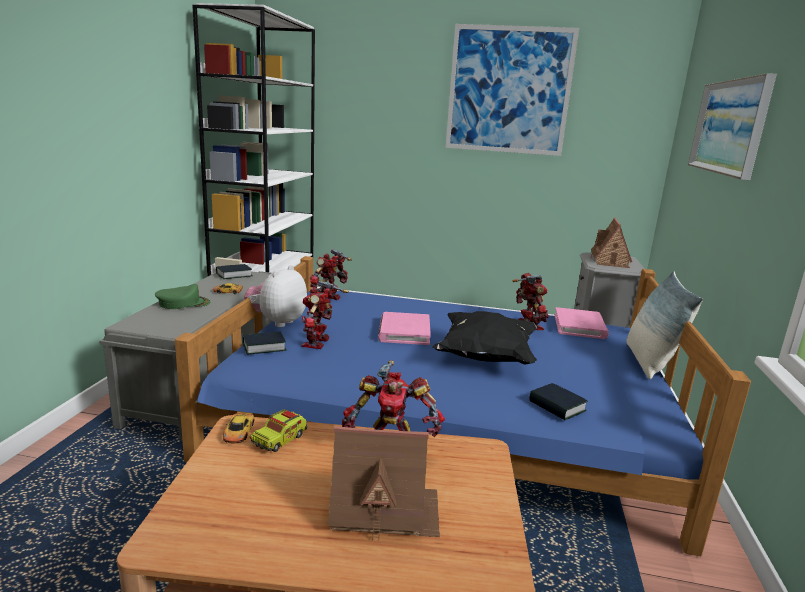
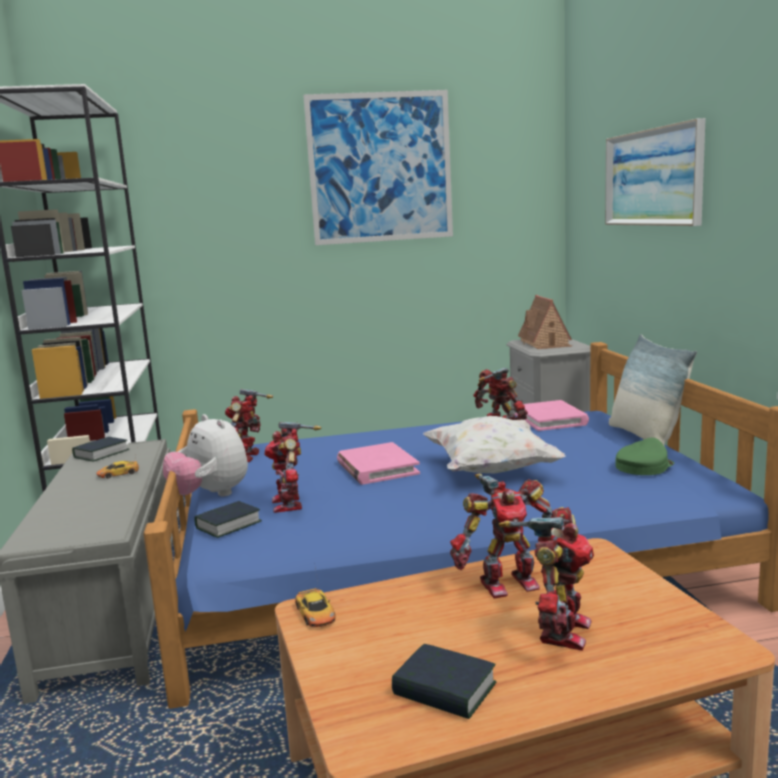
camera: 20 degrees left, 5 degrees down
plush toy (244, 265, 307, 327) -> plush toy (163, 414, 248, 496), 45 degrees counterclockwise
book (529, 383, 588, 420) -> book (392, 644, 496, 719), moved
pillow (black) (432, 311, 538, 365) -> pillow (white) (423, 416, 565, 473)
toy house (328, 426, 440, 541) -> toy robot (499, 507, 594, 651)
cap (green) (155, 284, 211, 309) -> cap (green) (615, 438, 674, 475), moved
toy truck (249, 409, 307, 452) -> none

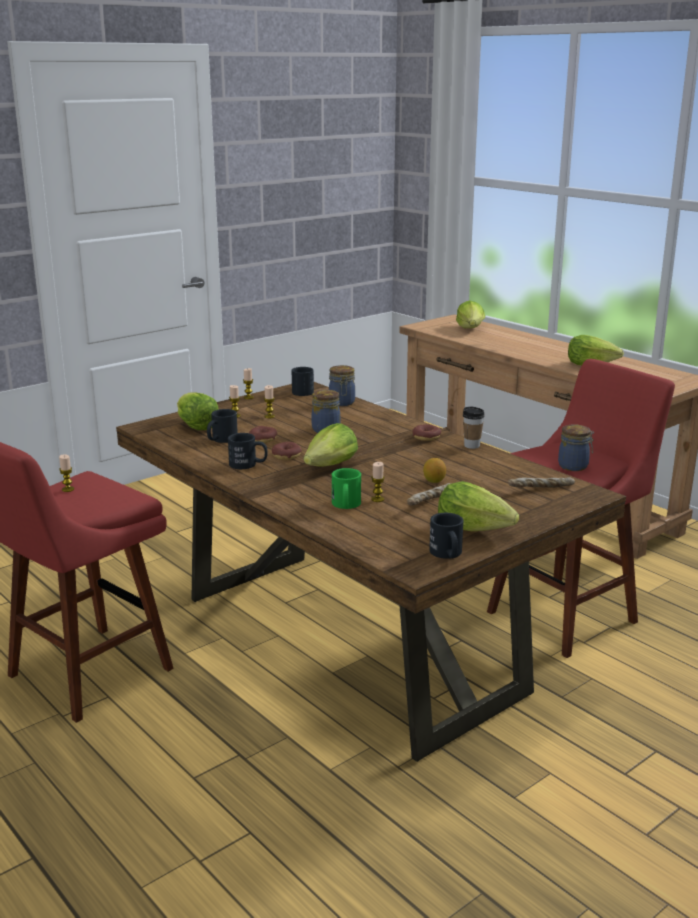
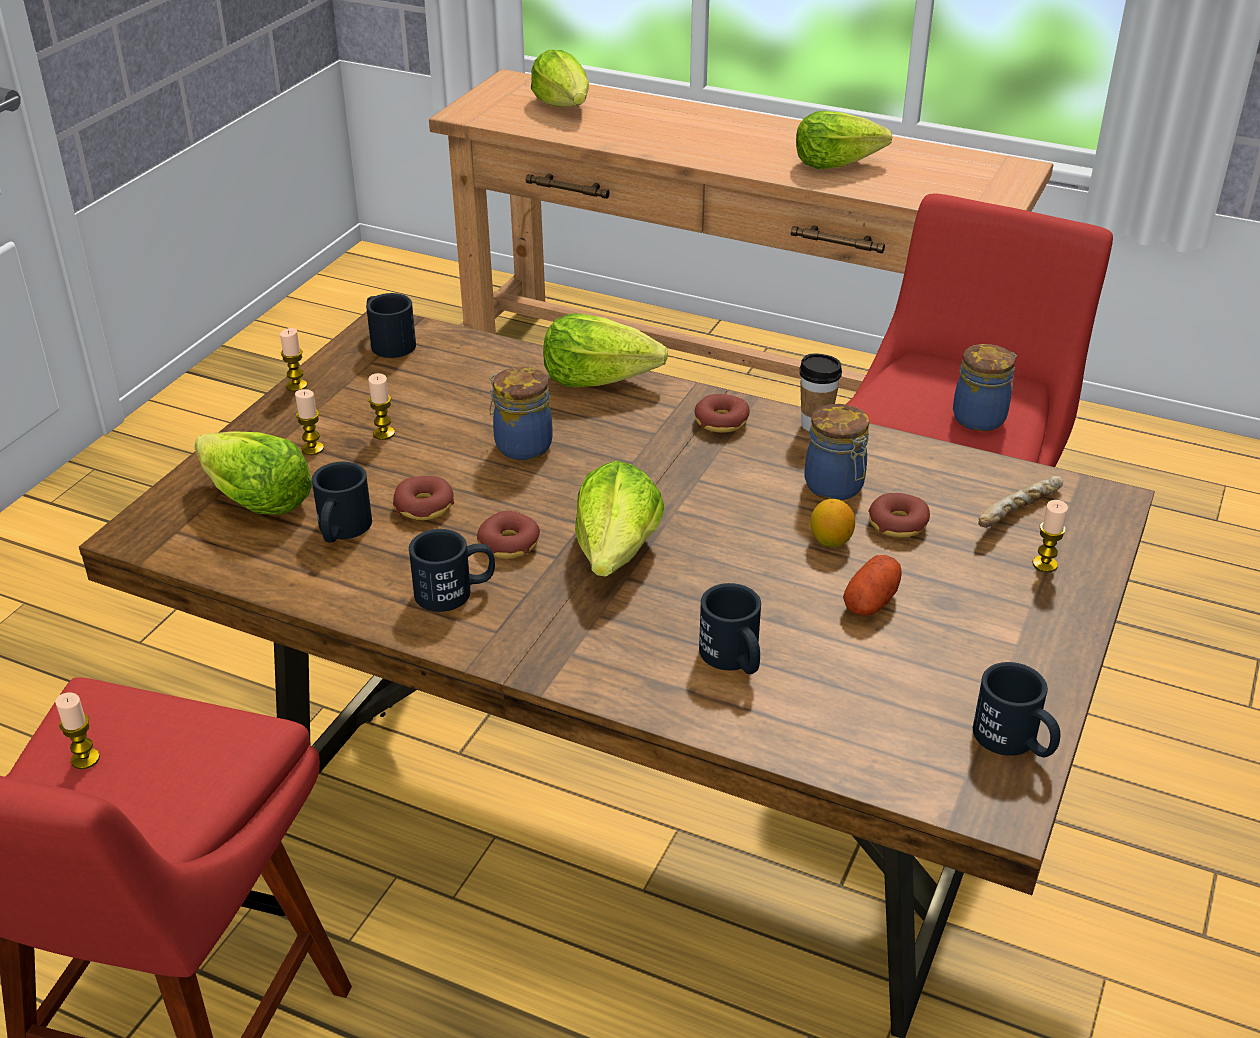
camera: 25 degrees left, 15 degrees up
lettuce (438, 481, 519, 531) -> lettuce (543, 313, 668, 387), moved
mug (green) (332, 468, 361, 509) -> mug (black) (699, 583, 761, 674)
jar (329, 365, 355, 406) -> jar (804, 404, 869, 500), moved
bread (407, 483, 451, 505) -> potato (843, 555, 902, 616)
none -> donut (869, 493, 930, 538)
candle (371, 462, 385, 502) -> candle (1033, 500, 1068, 572), moved

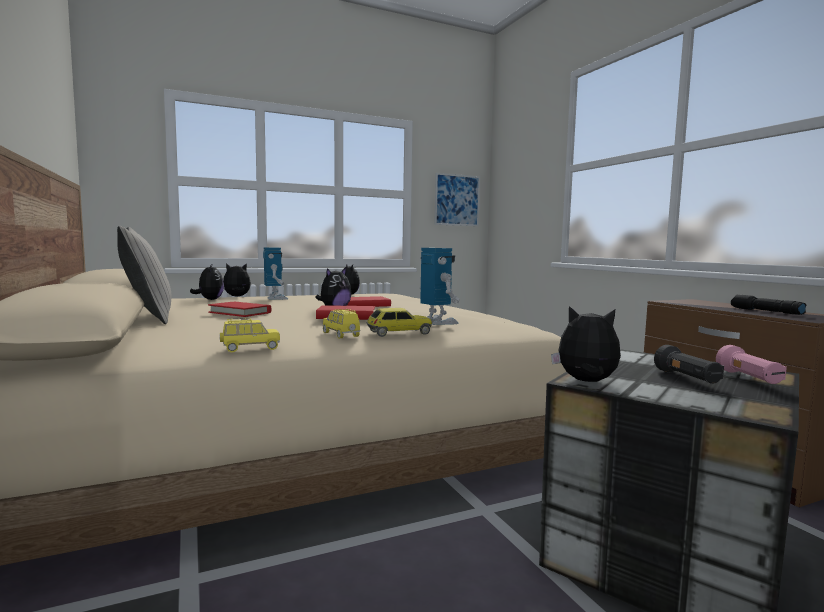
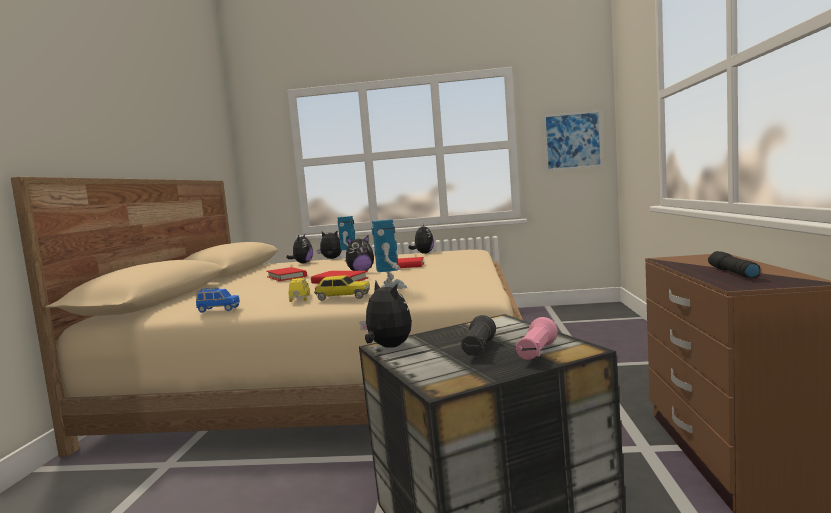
camera: 30 degrees right, 0 degrees up
toy car (yellow) (220, 318, 280, 352) -> toy car (blue) (196, 288, 240, 313)
pillow (beige) (117, 226, 171, 324) -> none

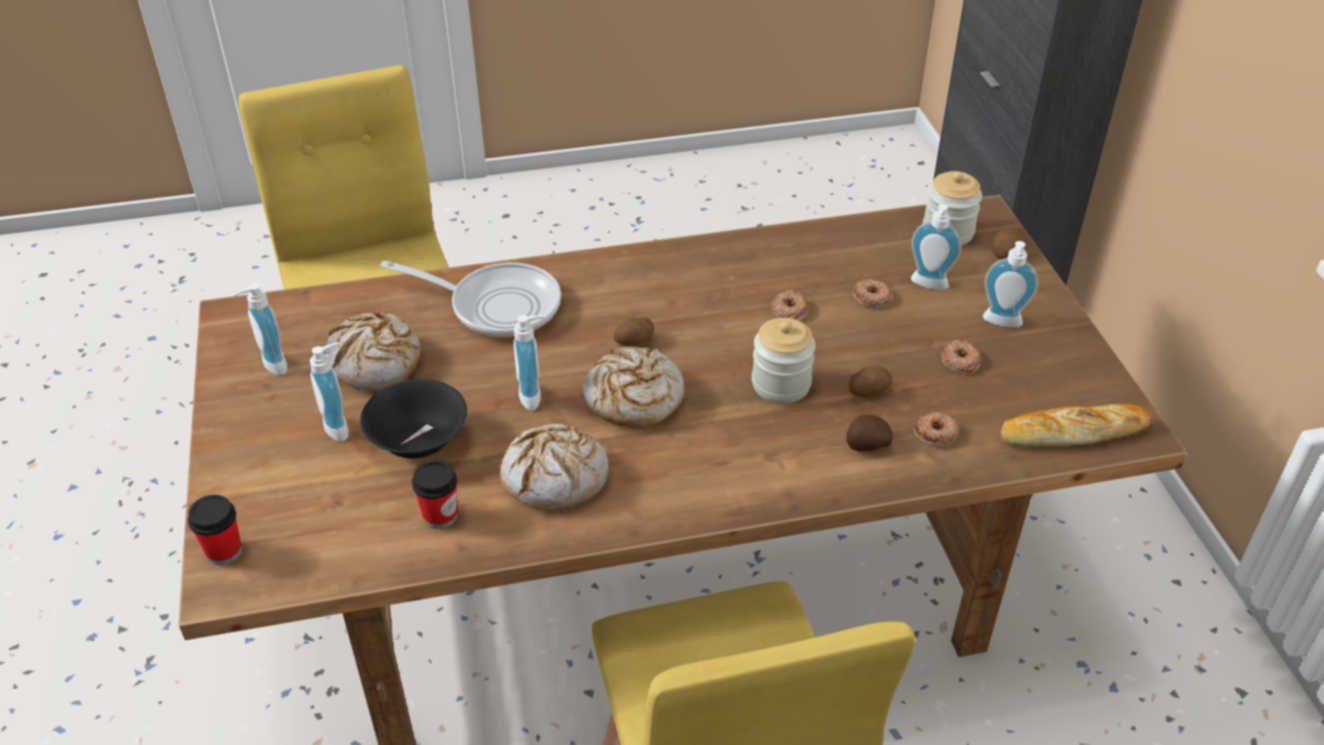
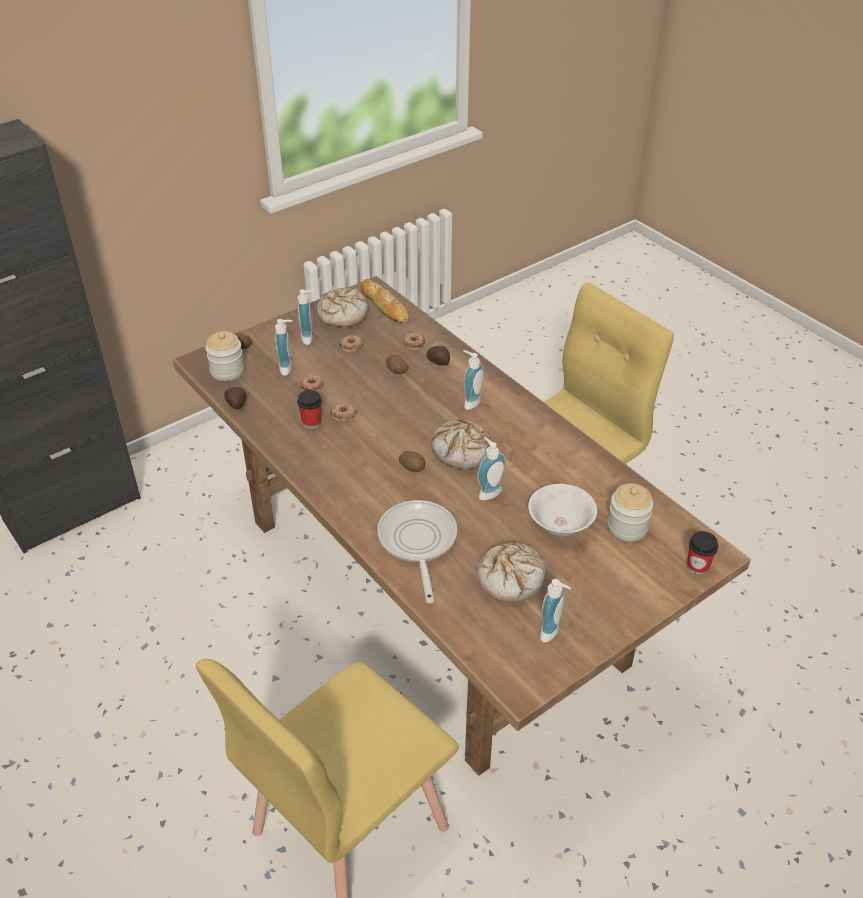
camera: 115 degrees left, 0 degrees up
none -> potato (224, 387, 246, 409)
cup (412, 460, 457, 529) -> cup (297, 390, 322, 429), moved
bread (500, 424, 609, 511) -> bread (317, 288, 368, 327), moved
soap dispenser (310, 342, 348, 442) -> soap dispenser (463, 350, 483, 410), moved
bowl (black) (360, 379, 467, 458) -> bowl (white) (528, 484, 597, 536)
jar (752, 318, 816, 403) -> jar (607, 483, 653, 542), moved

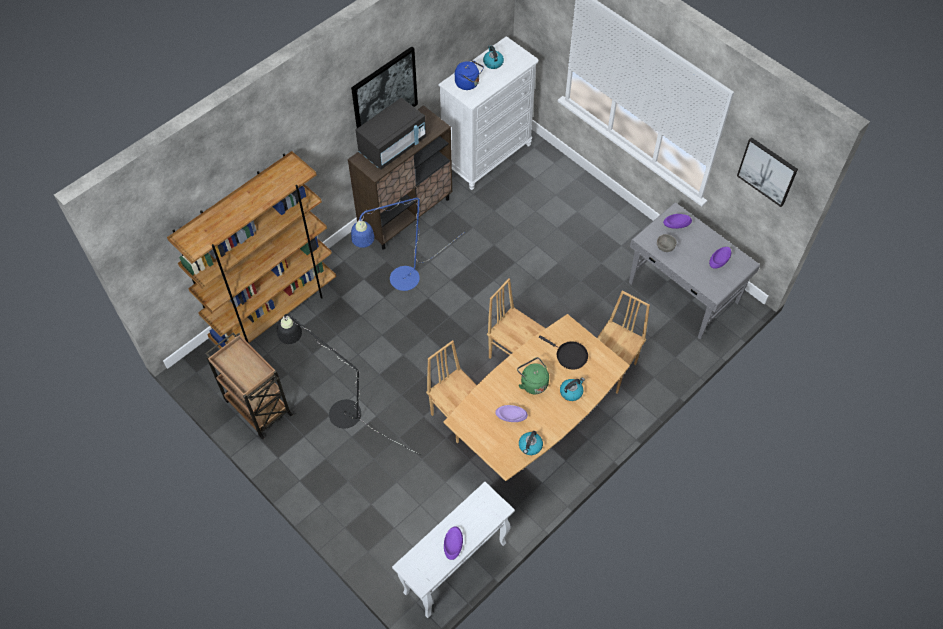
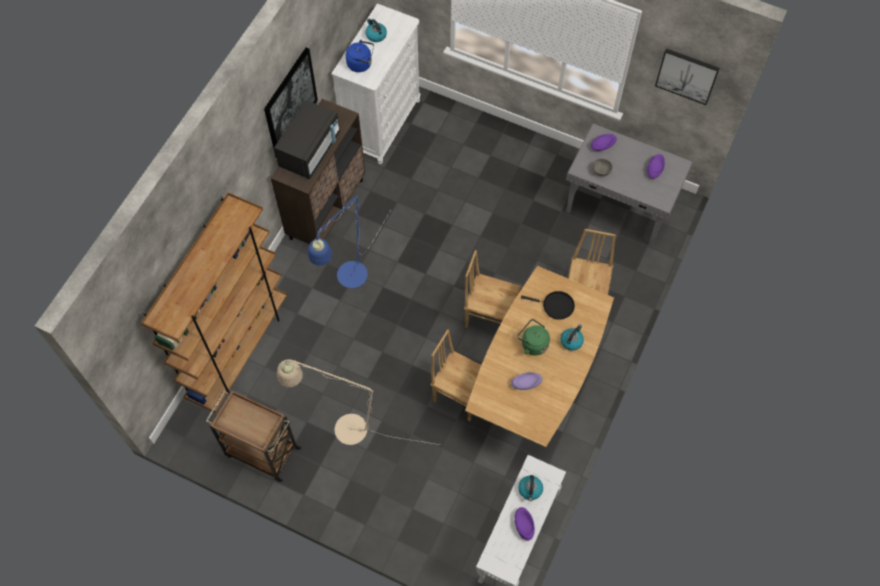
camera: 20 degrees left, 5 degrees up
floor lamp (black) (277, 314, 420, 455) -> floor lamp (beige) (277, 359, 440, 445)
kettle (519, 431, 543, 455) -> kettle (518, 475, 543, 501), moved

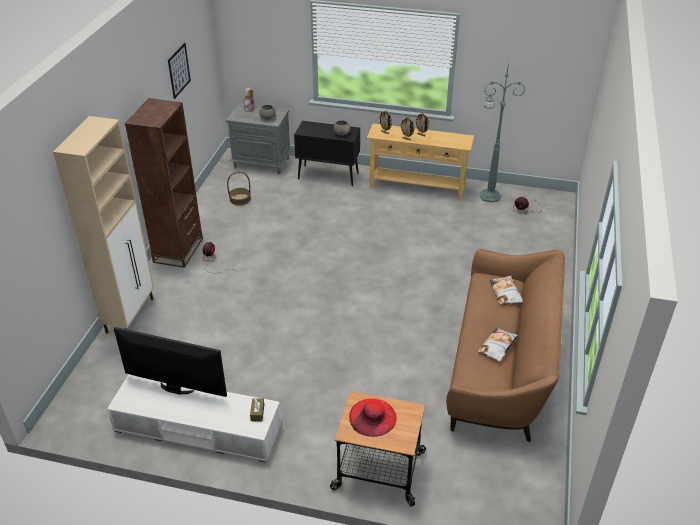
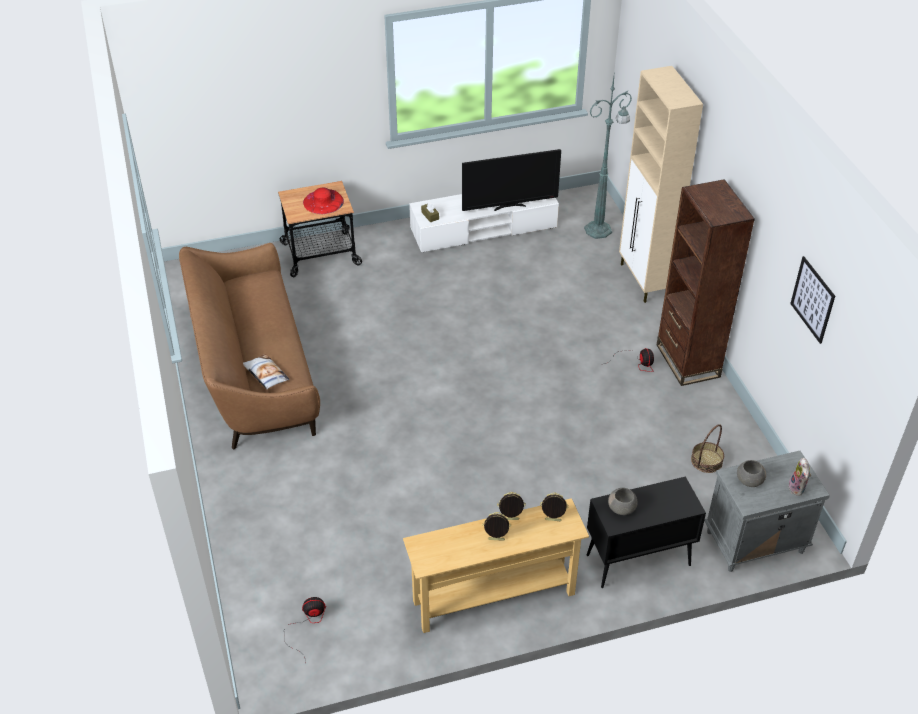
camera: 150 degrees right, 5 degrees up
floor lamp (green) (479, 62, 525, 203) -> floor lamp (green) (584, 70, 632, 239), moved
pillow (477, 328, 519, 362) -> none

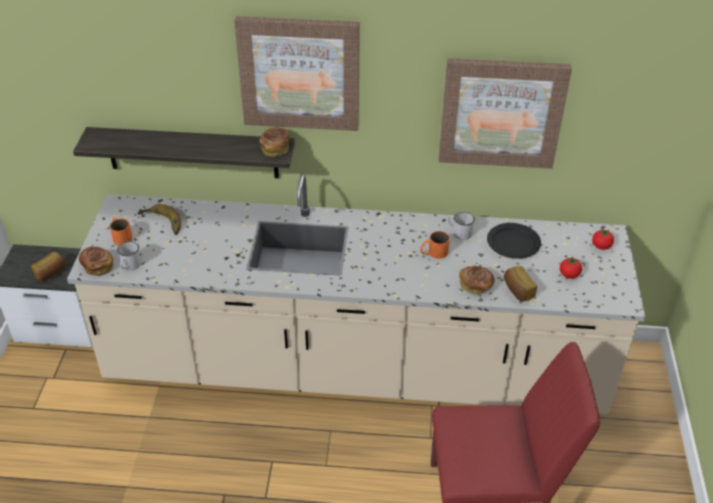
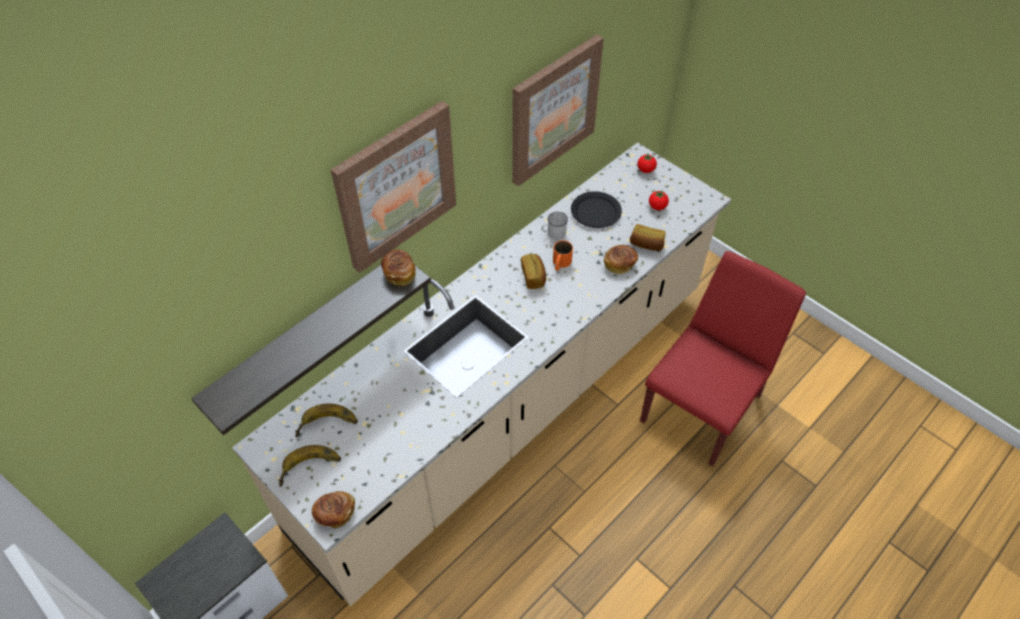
camera: 50 degrees left, 10 degrees up
mug (orange) (110, 217, 133, 246) -> banana (278, 445, 341, 487)
bread (31, 252, 66, 281) -> bread (521, 254, 546, 289), moved
mug (white) (117, 241, 141, 271) -> none

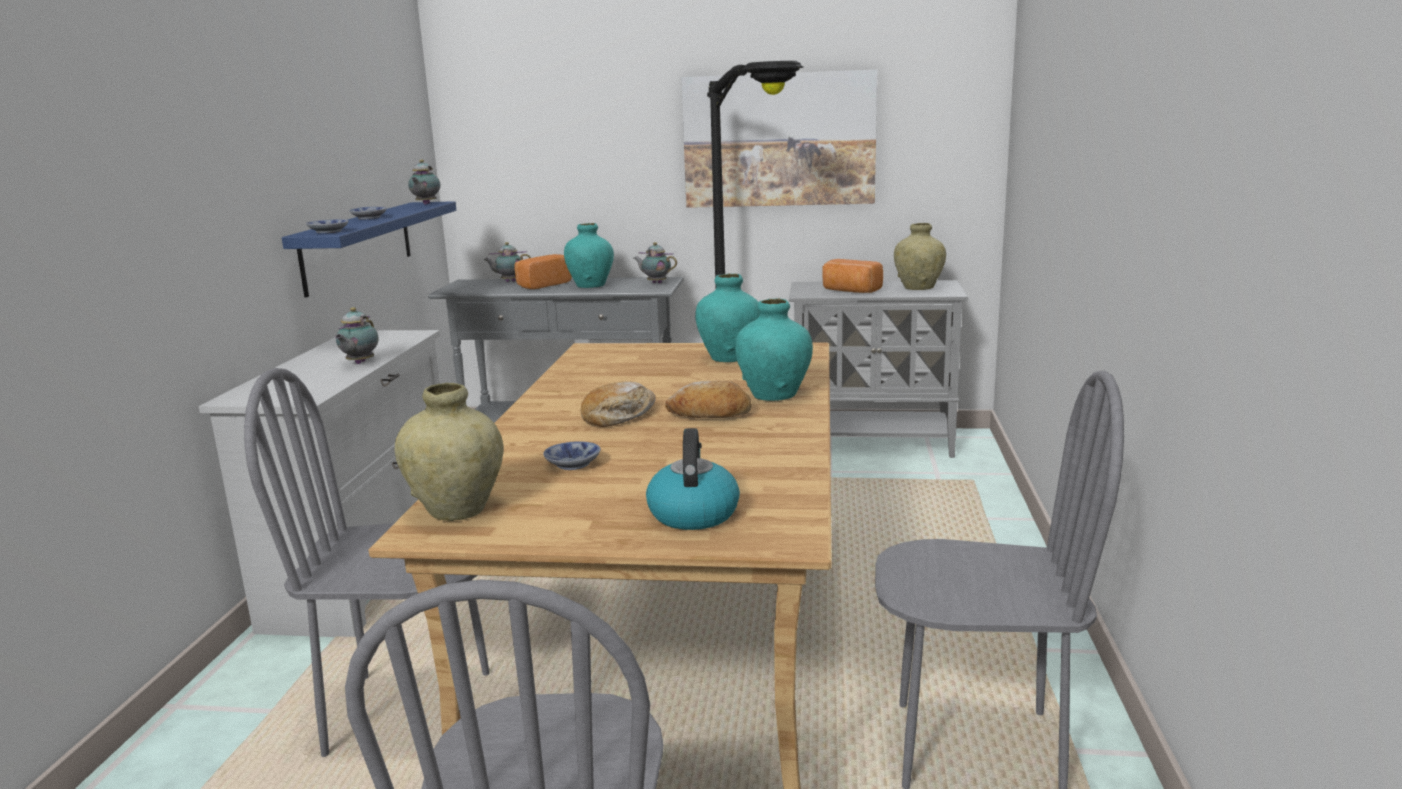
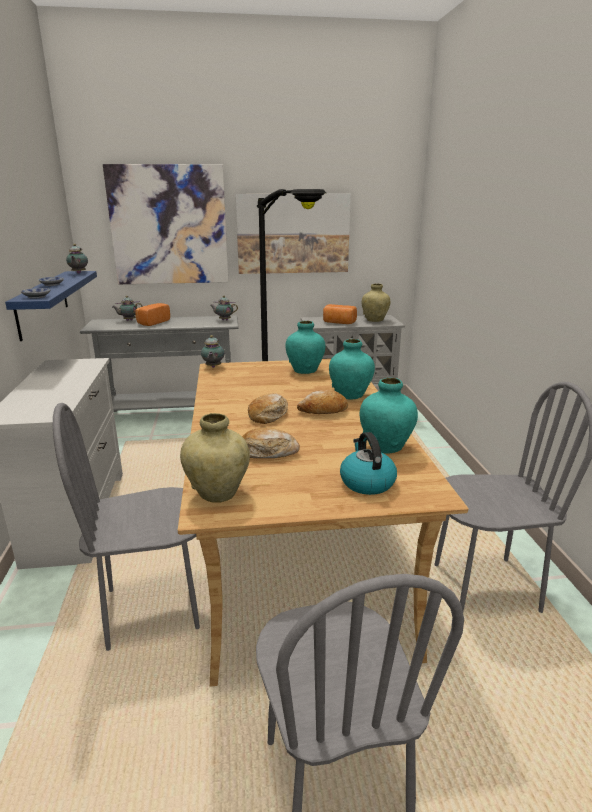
camera: 15 degrees left, 5 degrees up
none -> picture (103, 164, 228, 284)
teapot (335, 307, 378, 364) -> teapot (201, 335, 224, 368), moved
bowl (543, 441, 601, 470) -> bread (242, 428, 300, 458)
vase (turquoise) (564, 223, 614, 288) -> vase (turquoise) (359, 378, 418, 454), moved

